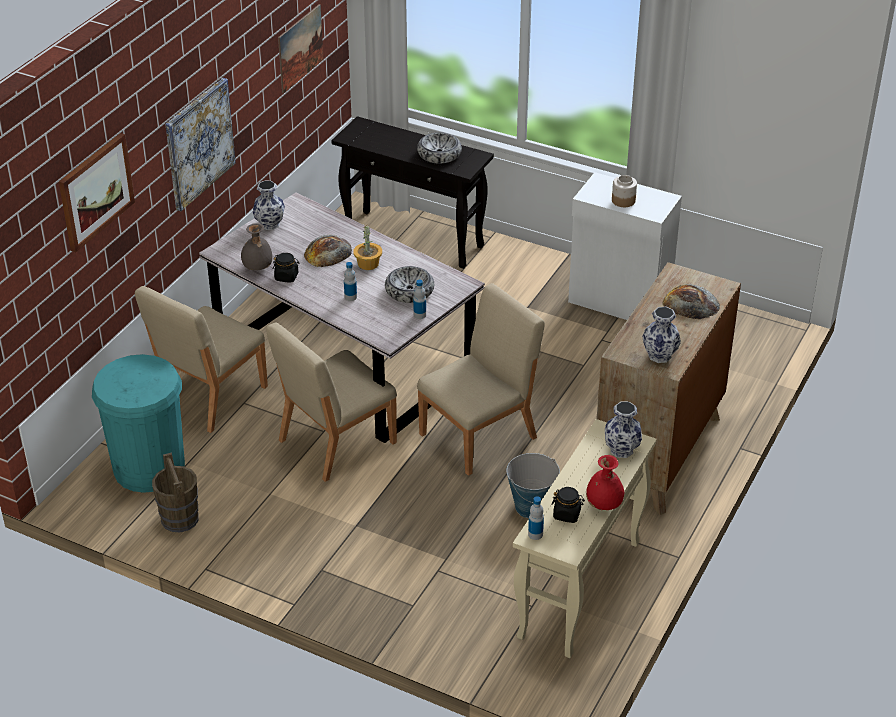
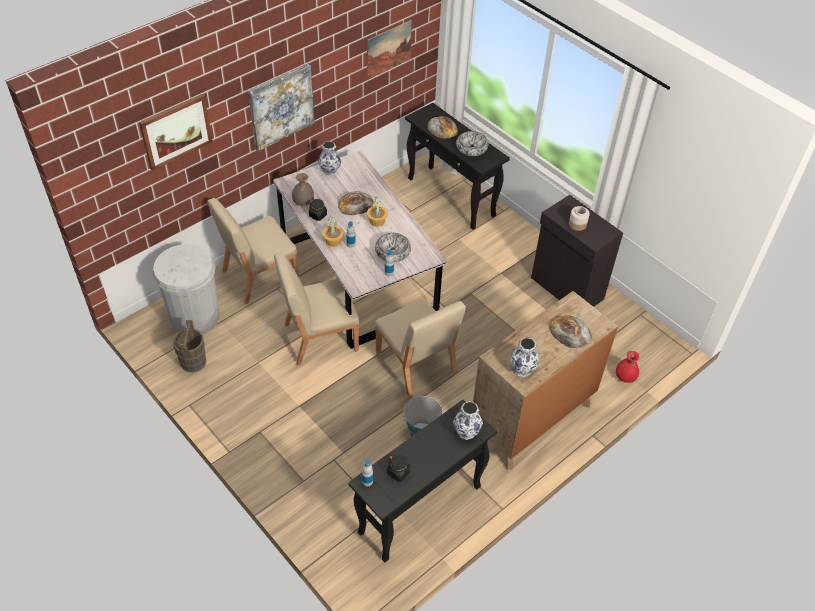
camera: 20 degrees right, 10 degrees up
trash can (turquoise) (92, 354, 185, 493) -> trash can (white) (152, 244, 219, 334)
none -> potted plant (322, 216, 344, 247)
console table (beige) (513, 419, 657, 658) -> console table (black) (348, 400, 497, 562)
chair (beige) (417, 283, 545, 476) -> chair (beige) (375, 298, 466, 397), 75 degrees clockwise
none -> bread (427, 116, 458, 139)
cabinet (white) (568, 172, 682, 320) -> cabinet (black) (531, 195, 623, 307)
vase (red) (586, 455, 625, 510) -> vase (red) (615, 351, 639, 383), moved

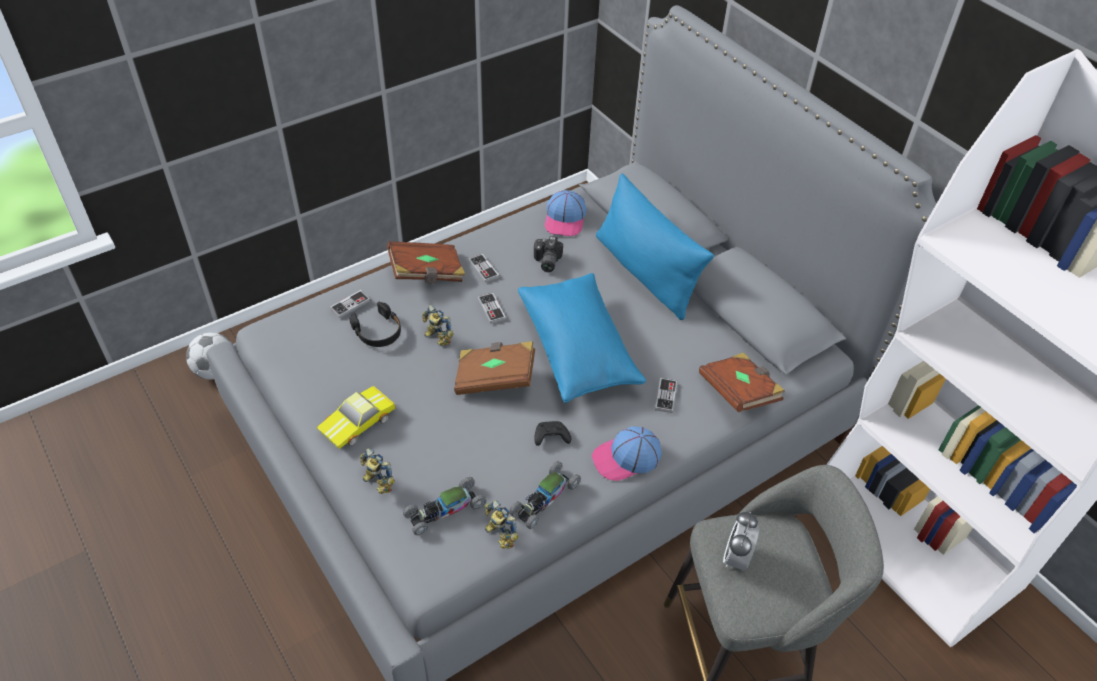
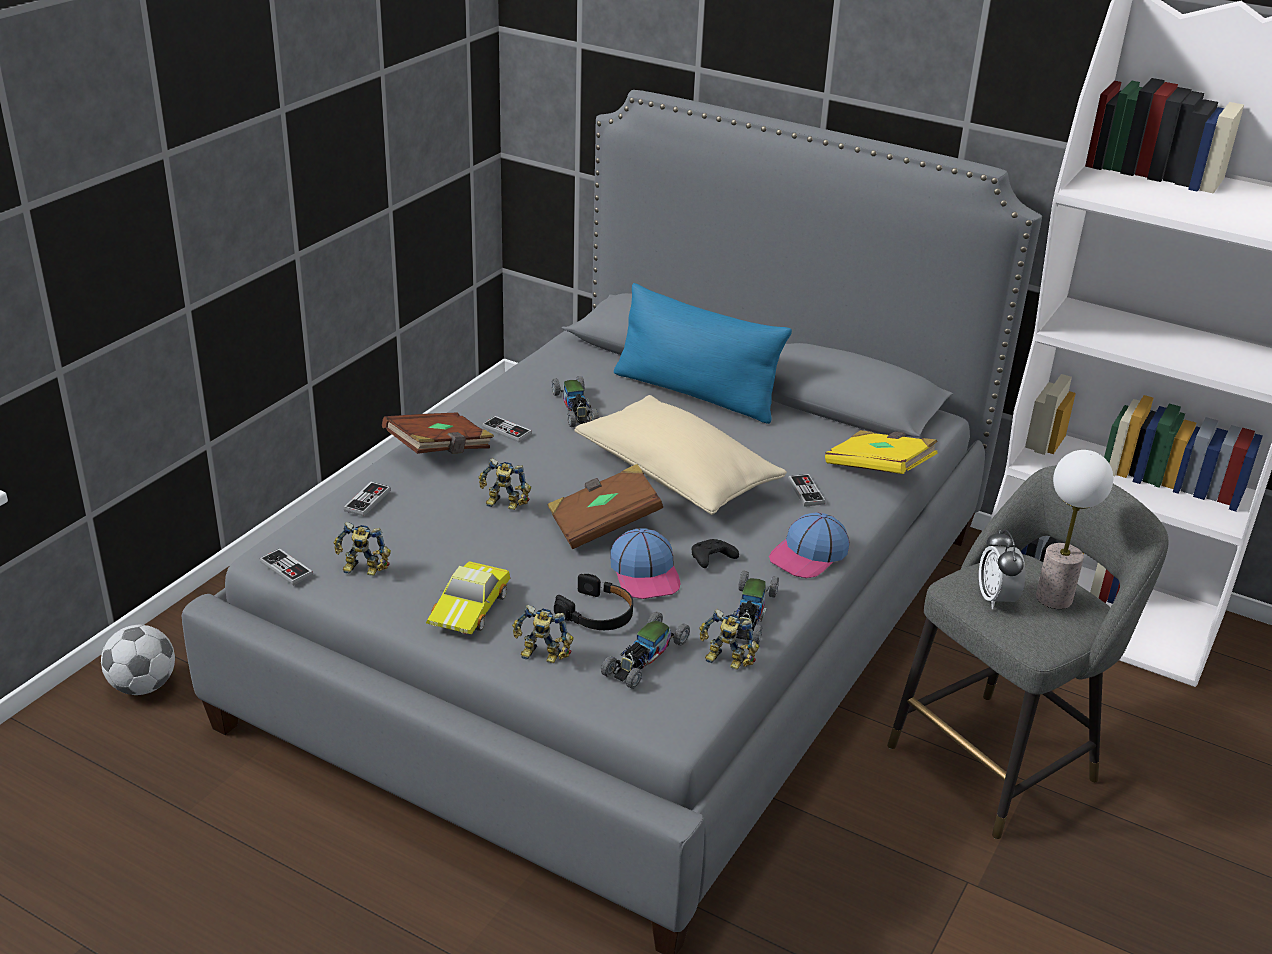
camera: 25 degrees left, 15 degrees down
game controller (478, 293, 506, 324) -> game controller (260, 548, 313, 585), moved
none -> toy robot (333, 522, 391, 576)
photo camera (534, 236, 563, 272) -> toy car (552, 376, 599, 427)
headphones (black) (349, 302, 401, 347) -> headphones (black) (554, 574, 633, 630), moved
pillow (blue) (518, 273, 646, 403) -> pillow (beige) (574, 395, 787, 515)
cap (545, 190, 586, 236) -> cap (610, 528, 681, 599), moved
book (brown) (699, 353, 785, 413) -> book (yellow) (825, 430, 938, 474)
none -> table lamp (1036, 450, 1113, 609)

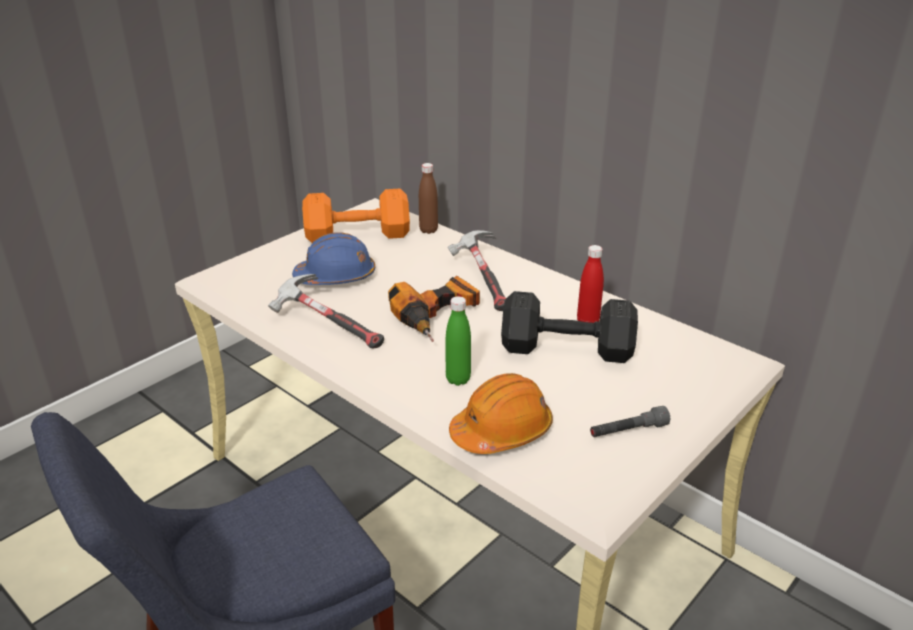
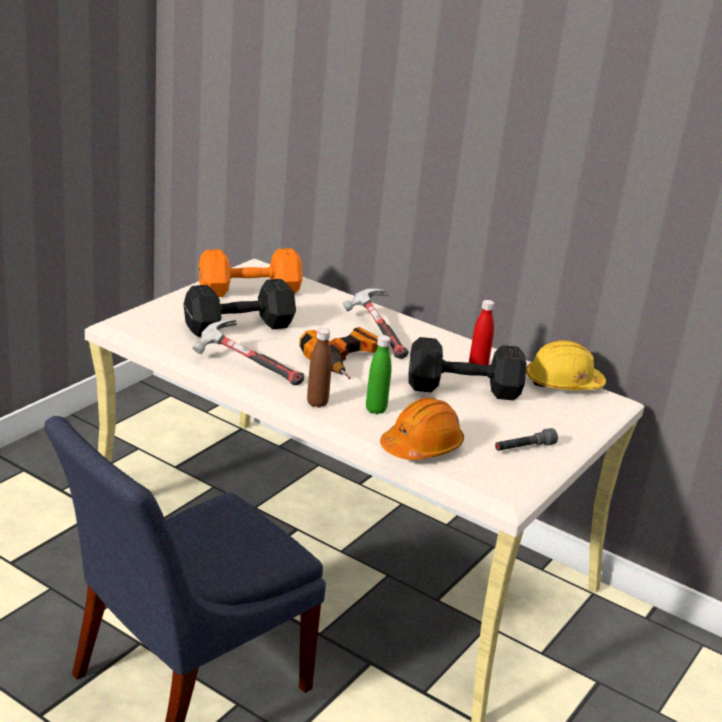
camera: 10 degrees left, 5 degrees down
hard hat (blue) (292, 232, 375, 285) -> dumbbell (black) (183, 279, 296, 337)
bottle (brown) (419, 163, 438, 234) -> bottle (brown) (307, 328, 332, 408), moved
none -> hard hat (yellow) (526, 340, 606, 390)

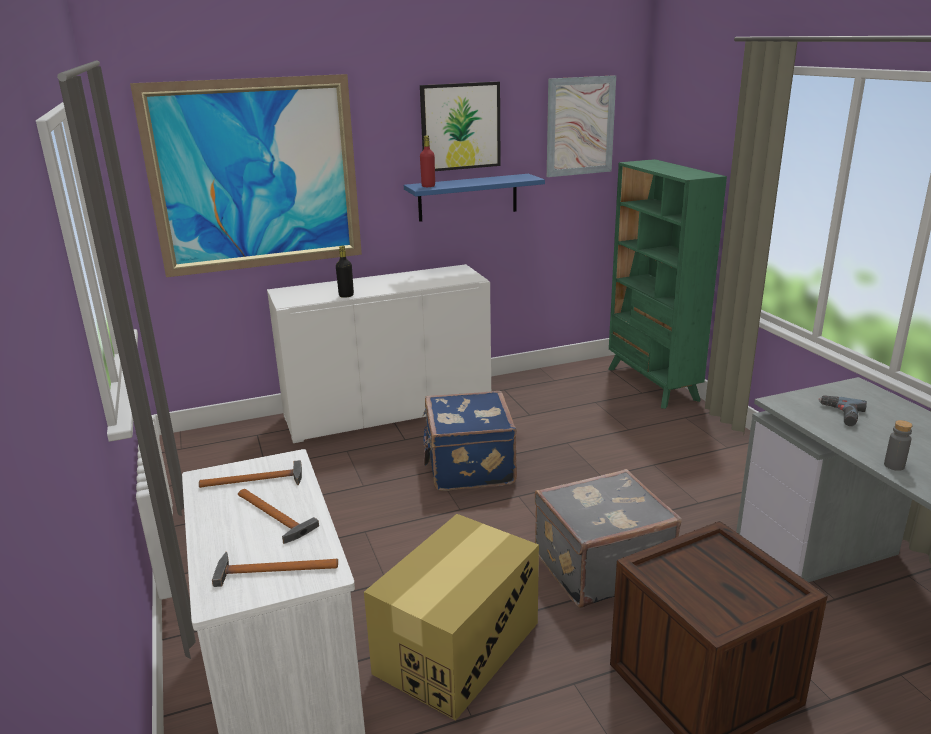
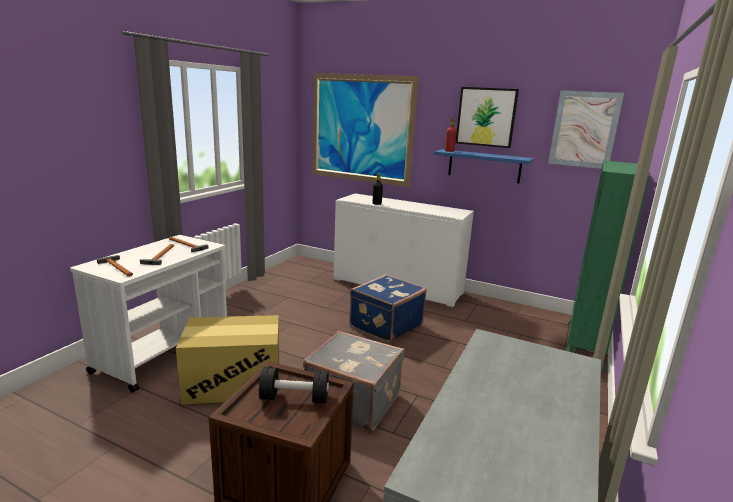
camera: 45 degrees right, 5 degrees down
none -> dumbbell (black) (259, 367, 329, 403)
power drill (818, 395, 867, 426) -> none
bottle (grey) (884, 420, 913, 471) -> none

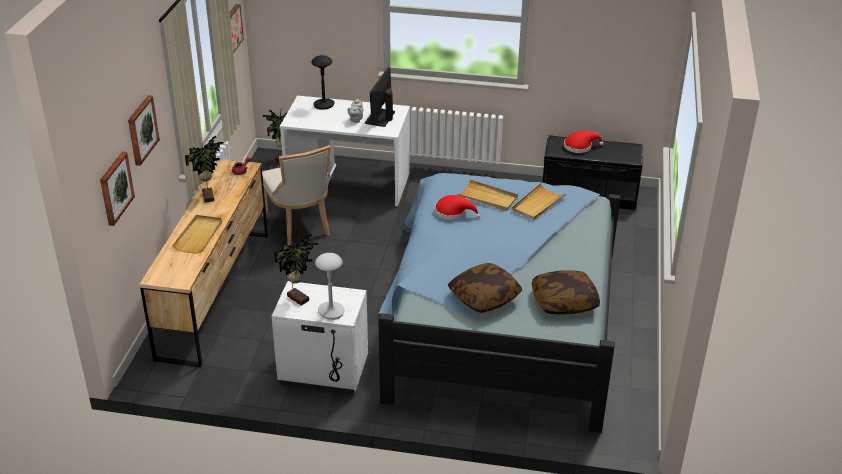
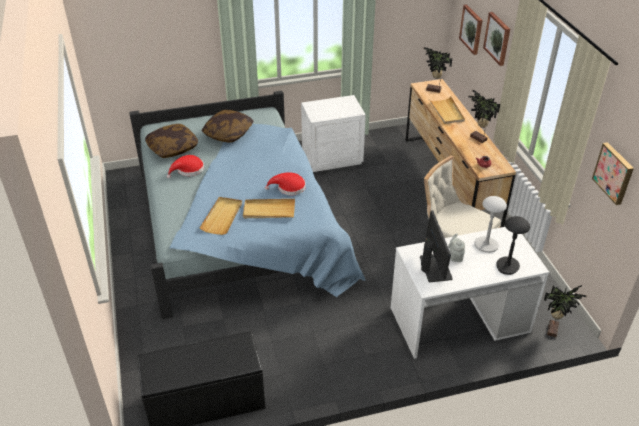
camera: 155 degrees right, 5 degrees up
hat (red) (564, 131, 604, 153) -> hat (red) (167, 155, 204, 178), moved
potted plant (274, 234, 318, 305) -> potted plant (424, 47, 452, 93), moved
table lamp (grey) (315, 253, 345, 320) -> table lamp (grey) (474, 196, 507, 253), moved

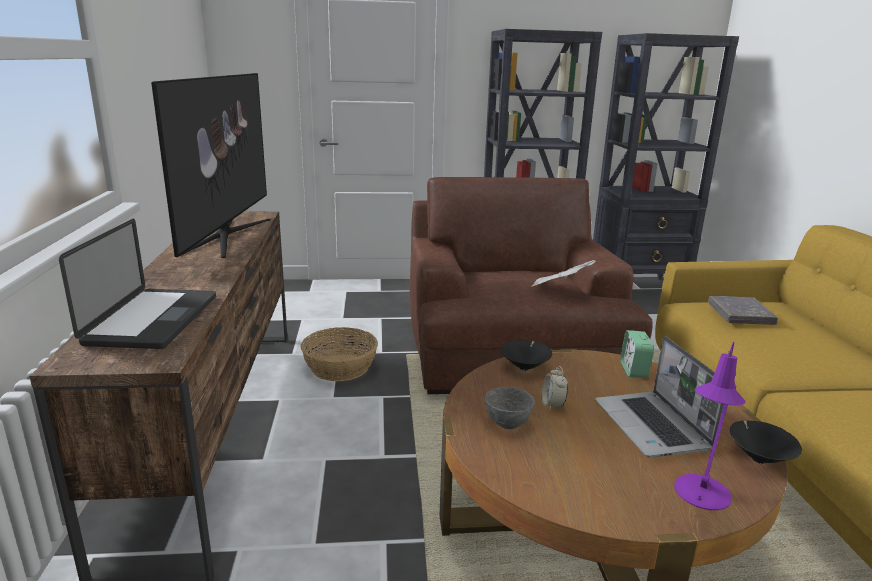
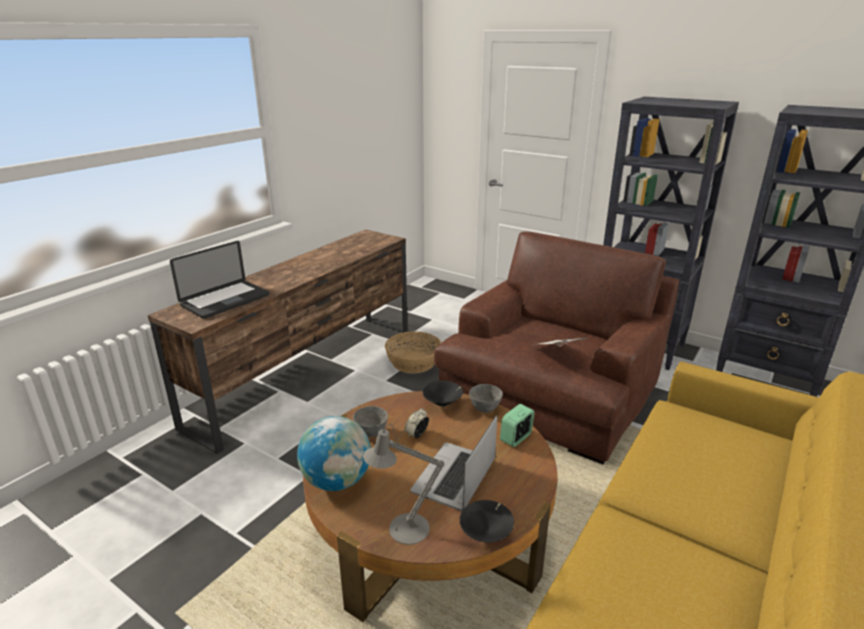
camera: 40 degrees right, 5 degrees up
none -> globe (297, 416, 371, 491)
table lamp (purple) (674, 342, 745, 510) -> table lamp (grey) (363, 424, 444, 545)
none -> bowl (grey) (469, 384, 503, 413)
television (151, 73, 271, 258) -> none
book (grey) (708, 295, 778, 325) -> none

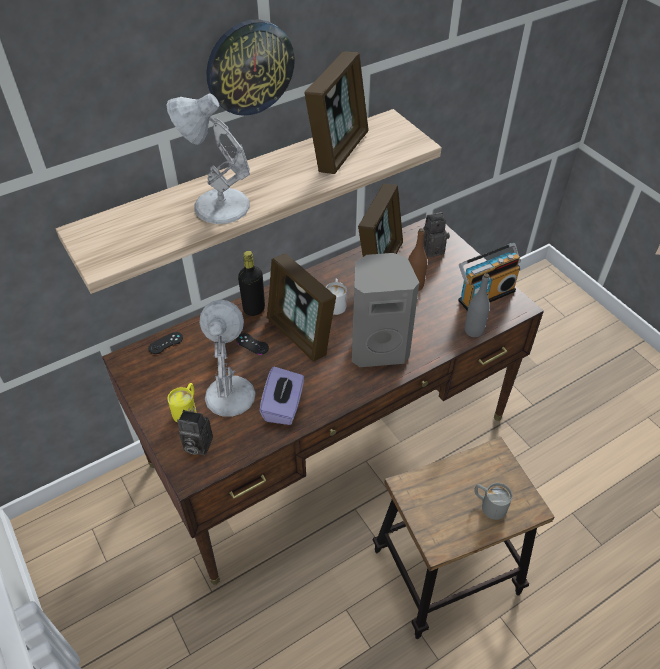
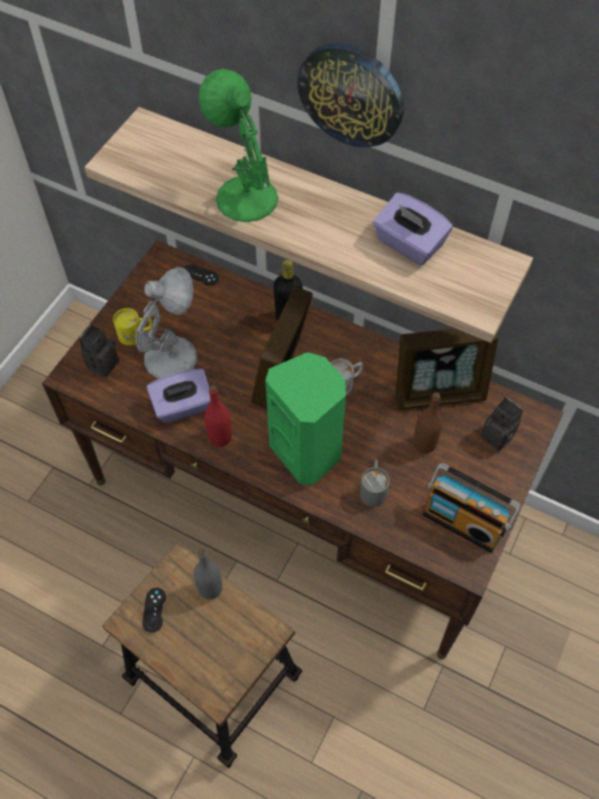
camera: 60 degrees right, 10 degrees up
photo camera (177, 410, 213, 455) -> photo camera (79, 324, 119, 378), 45 degrees clockwise
game controller (black) (236, 333, 269, 355) -> game controller (black) (142, 588, 166, 633), moved
bottle (grey) (465, 273, 490, 337) -> bottle (grey) (194, 549, 222, 600), moved
table lamp (white) (167, 94, 250, 224) -> table lamp (green) (198, 69, 278, 222)
none -> bottle (red) (205, 385, 232, 447)
speaker (grey) (352, 253, 419, 367) -> speaker (green) (265, 352, 346, 485)
mug (grey) (474, 483, 513, 520) -> mug (grey) (360, 460, 390, 507), moved
picture frame (304, 51, 368, 174) -> tissue box (purple) (373, 192, 453, 265)

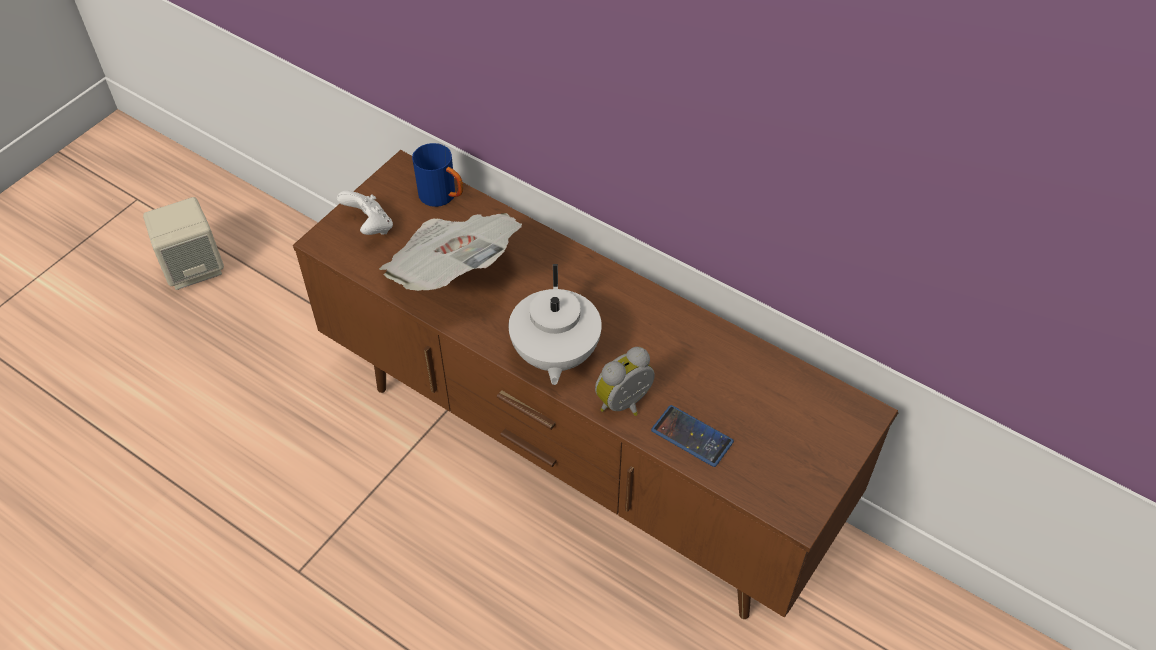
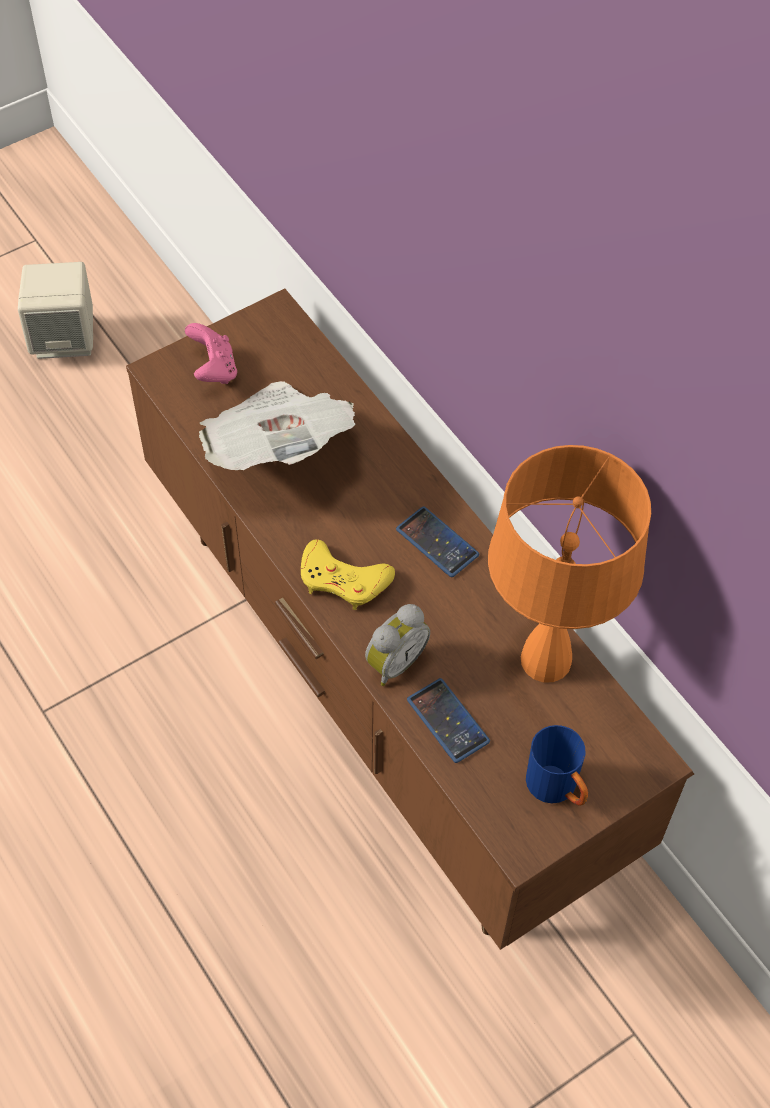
camera: 20 degrees right, 5 degrees up
game controller (white) (337, 191, 393, 235) -> game controller (pink) (185, 323, 237, 384)
teapot (white) (509, 264, 602, 385) -> game controller (yellow) (301, 539, 395, 610)
alarm clock (595, 347, 654, 416) -> alarm clock (365, 604, 430, 686), 150 degrees clockwise
none -> phone (396, 506, 479, 577)
none -> table lamp (orange) (488, 445, 651, 683)
mug (blue) (412, 143, 463, 207) -> mug (blue) (526, 725, 588, 805), moved

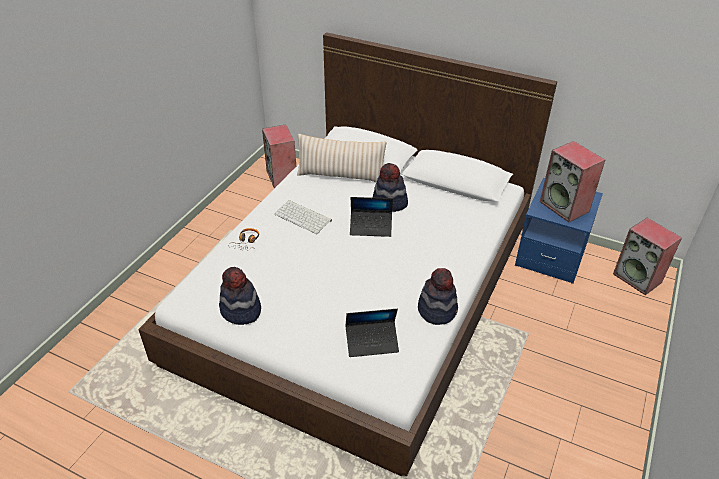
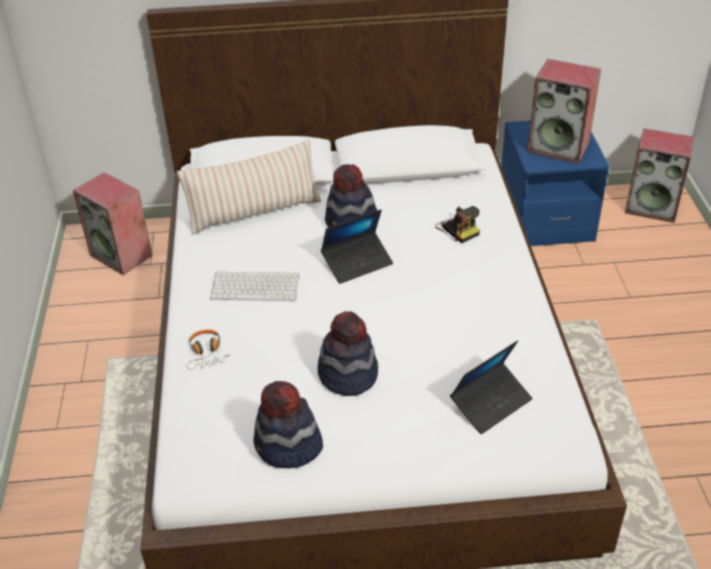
camera: 30 degrees left, 0 degrees up
hat (418, 268, 458, 325) -> hat (318, 311, 378, 396), moved
none -> photo camera (435, 206, 480, 243)

